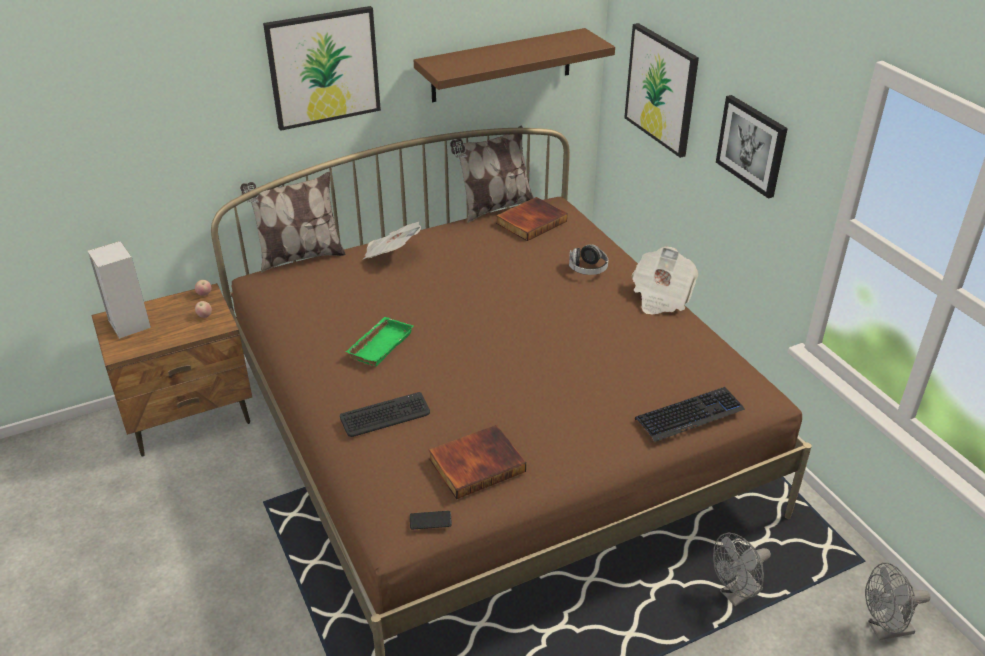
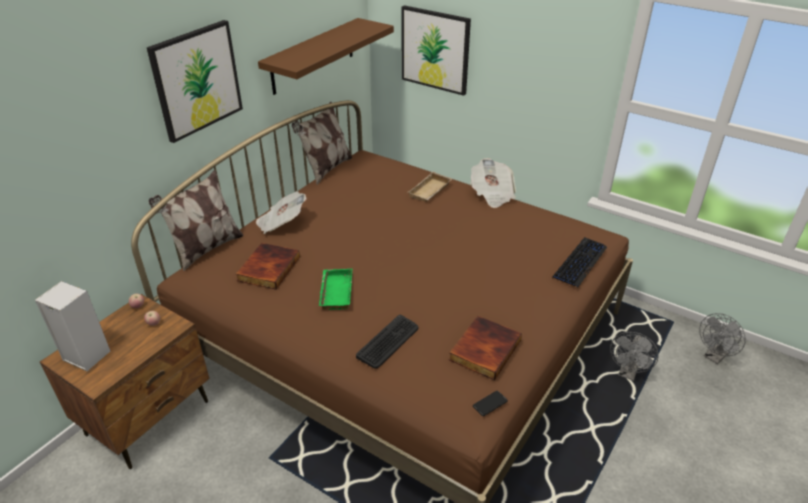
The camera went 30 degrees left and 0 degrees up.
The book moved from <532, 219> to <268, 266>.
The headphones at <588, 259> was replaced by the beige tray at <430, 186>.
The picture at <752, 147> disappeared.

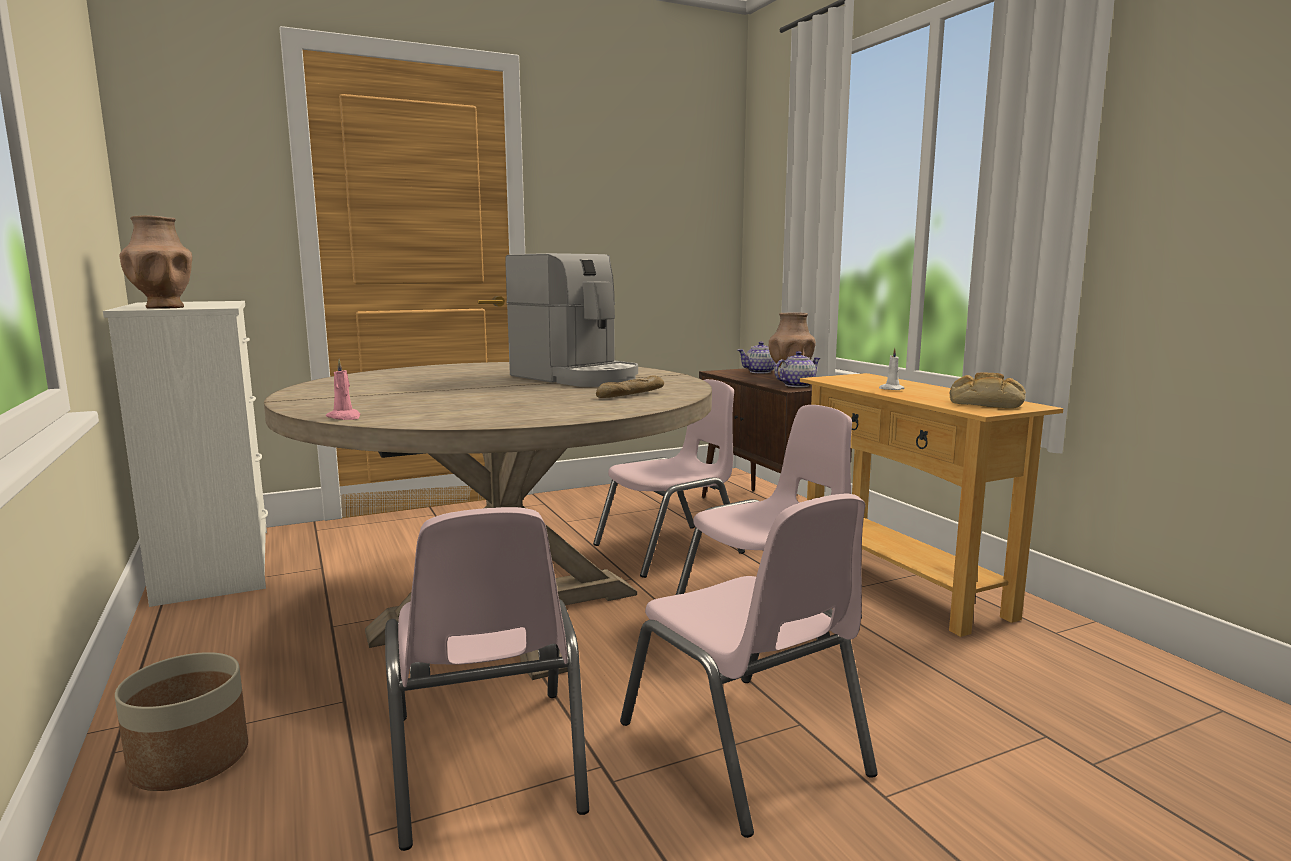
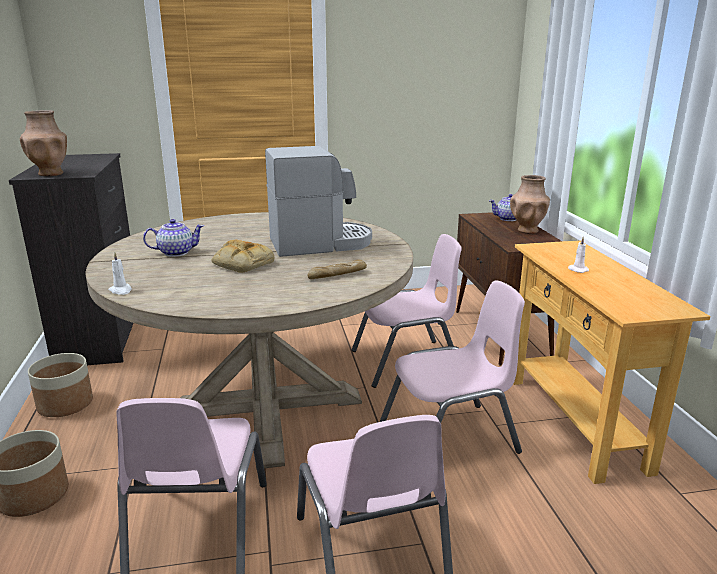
The camera went 15 degrees right and 10 degrees up.
The white dresser at <185, 454> became the black dresser at <71, 259>.
The pink candle at <343, 389> became the white candle at <120, 274>.
The coffee machine at <571, 320> turned 75 degrees counterclockwise.
The teapot moved from <798, 369> to <173, 238>.
The bread moved from <988, 390> to <243, 256>.
The planter at <60, 385> appeared.

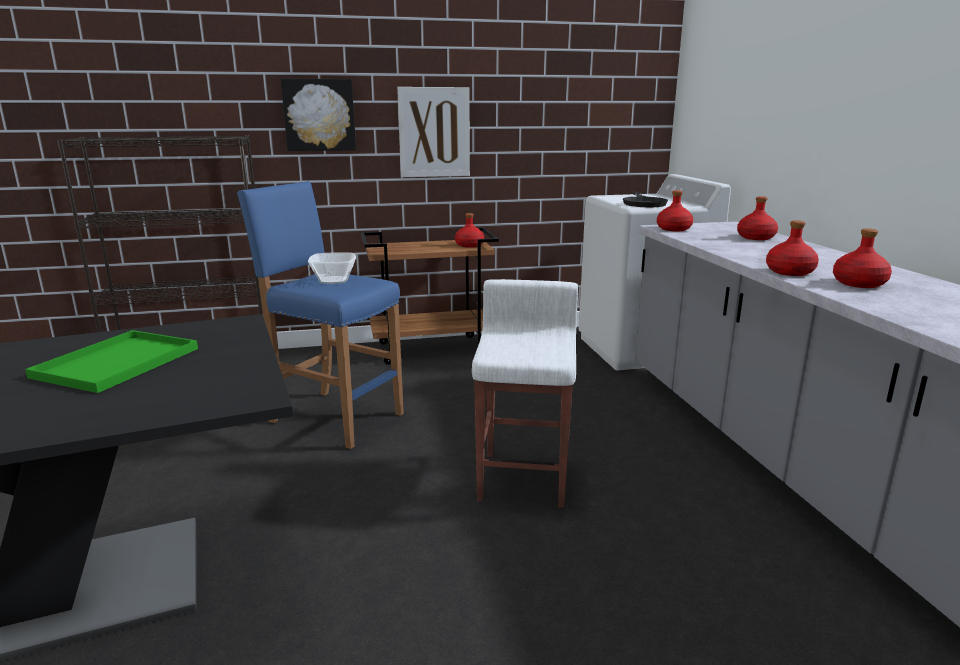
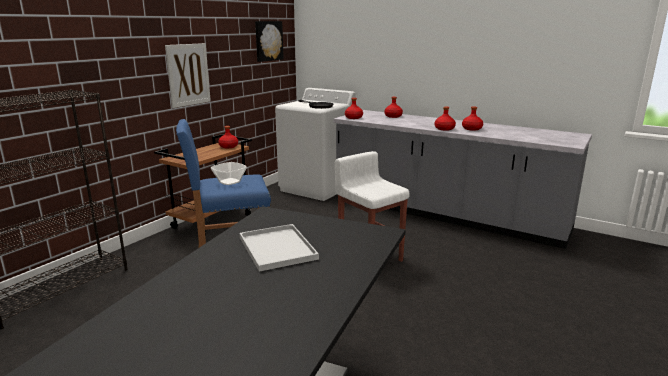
The camera went 45 degrees left and 0 degrees up.
The green tray at <111, 361> became the white tray at <279, 248>.
The picture moved from <318, 114> to <269, 41>.

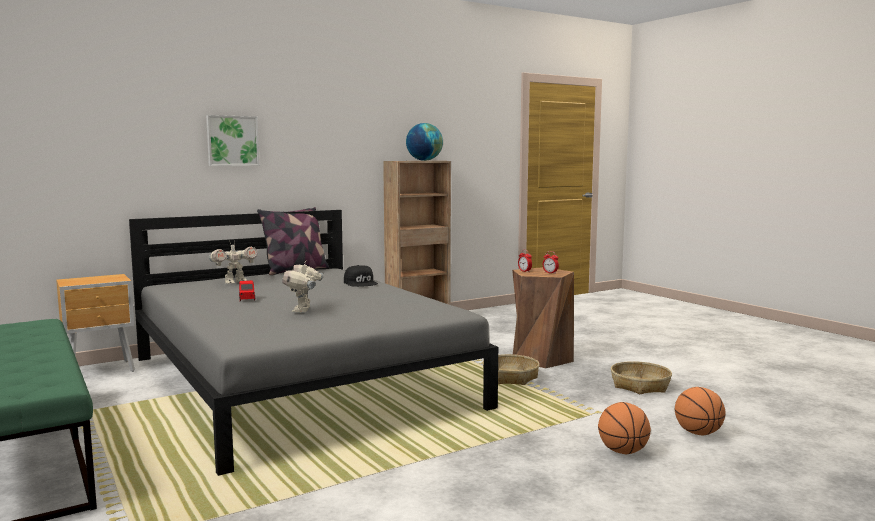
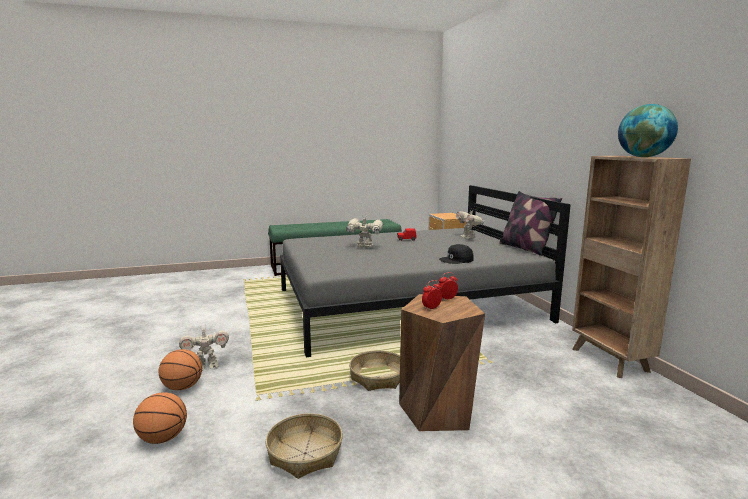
The camera went 105 degrees right and 5 degrees up.
The picture at <232, 140> disappeared.
The toy robot at <204, 348> appeared.

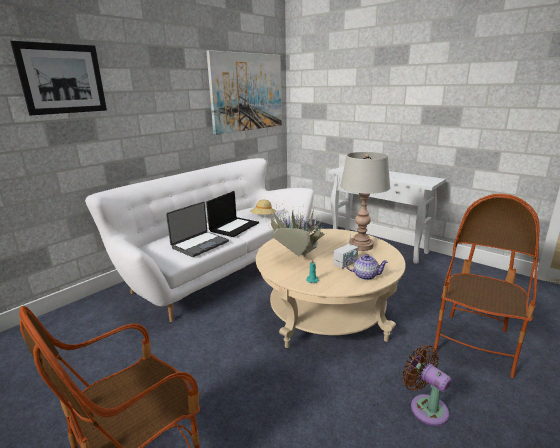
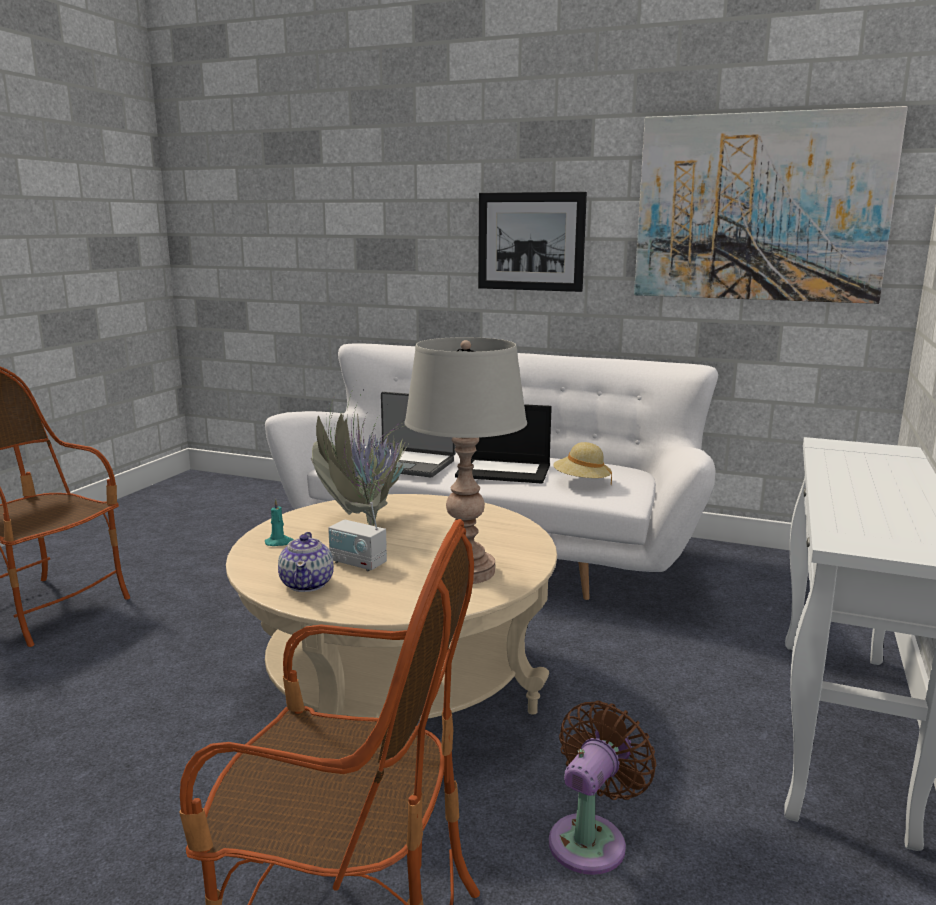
The camera went 70 degrees right and 5 degrees down.
The picture moved from <58, 78> to <532, 242>.
The brown fan moved from <427, 385> to <602, 788>.

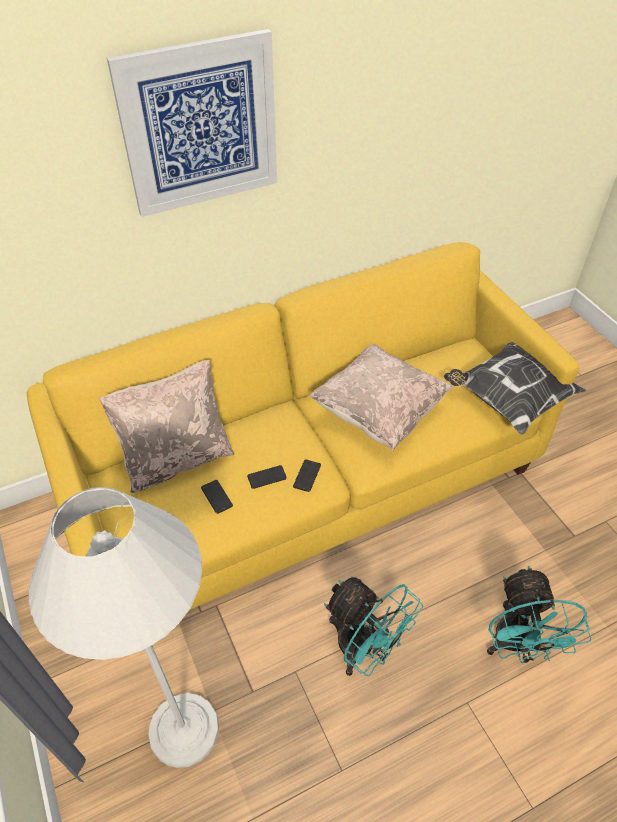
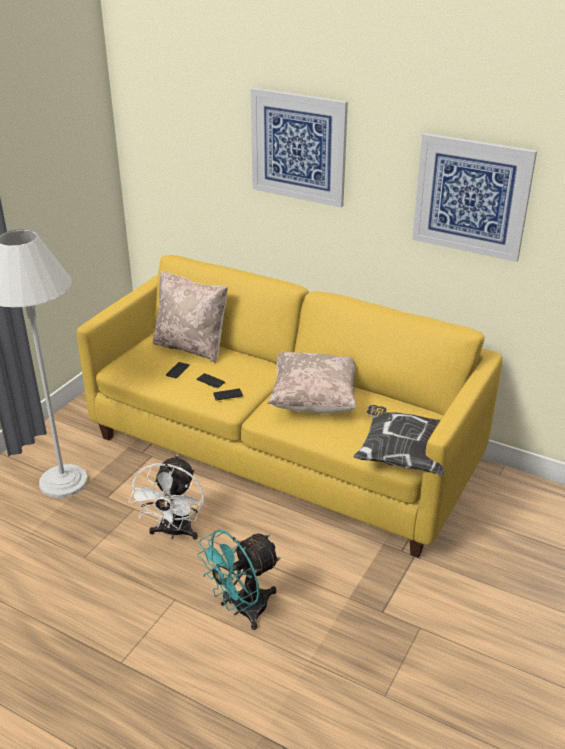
The camera went 55 degrees right and 15 degrees down.
The turquoise fan at <373, 626> became the white fan at <166, 497>.
The picture at <474, 197> appeared.

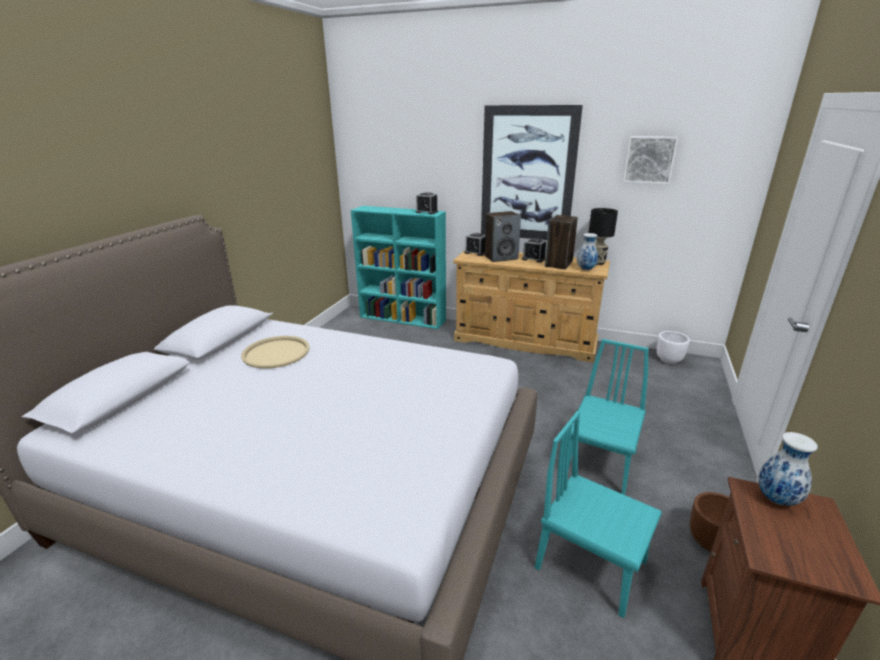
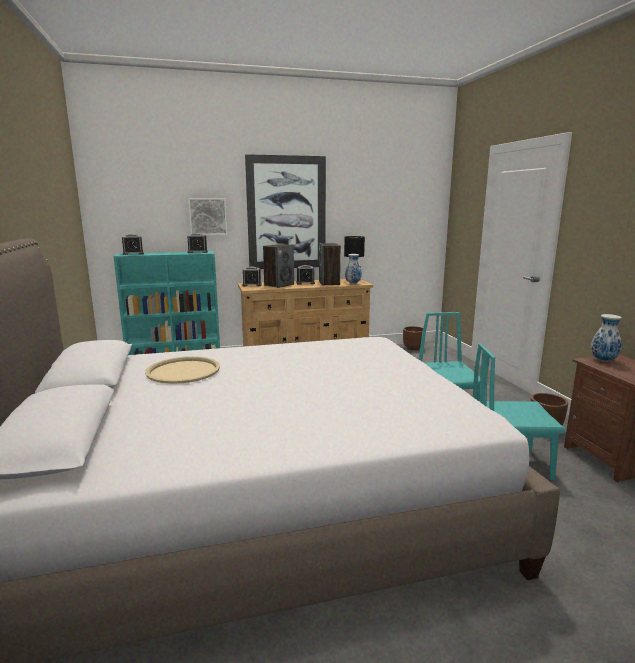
The camera went 35 degrees left and 10 degrees down.
The picture moved from <650, 160> to <207, 216>.
The white planter at <673, 347> became the brown planter at <413, 338>.
The alarm clock at <133, 244> appeared.

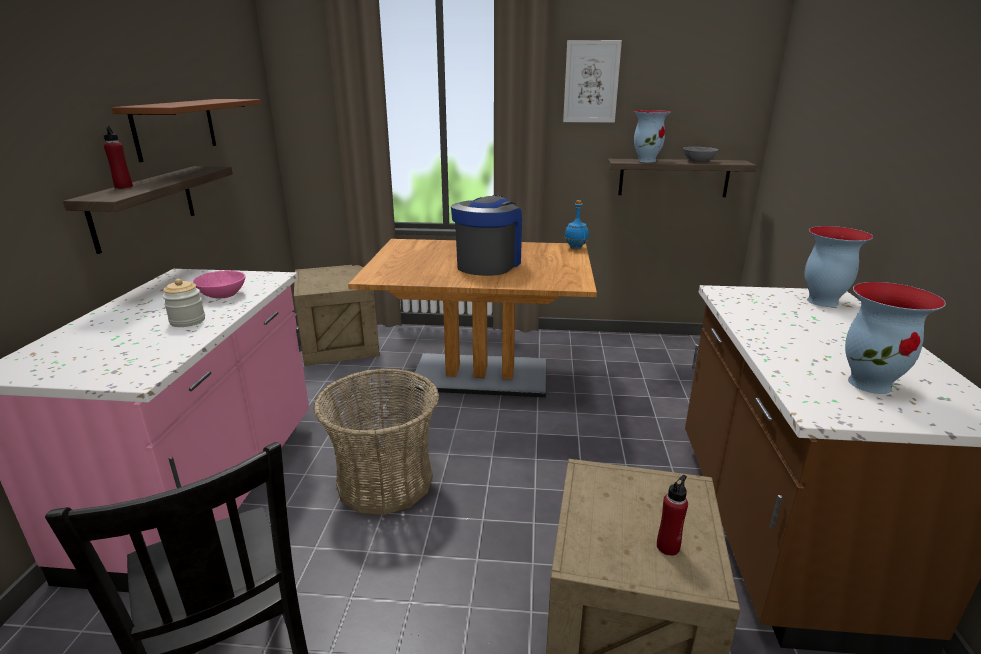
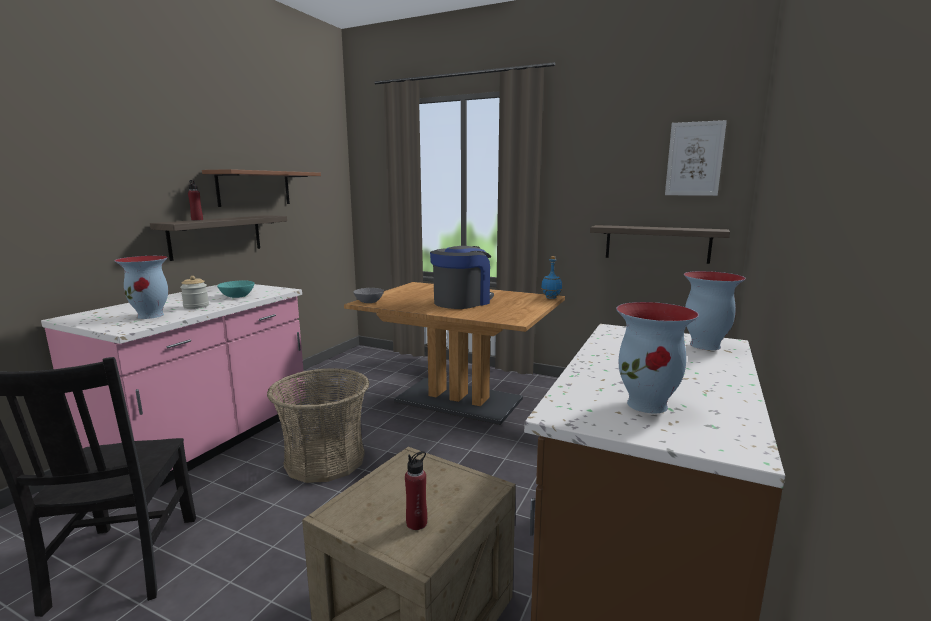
The camera went 20 degrees right and 10 degrees down.
The pink bowl at <219, 284> became the turquoise bowl at <236, 289>.
The crate at <337, 315> disappeared.
The picture moved from <592, 81> to <696, 158>.
The vase moved from <652, 136> to <141, 287>.
The grey bowl moved from <700, 154> to <368, 295>.

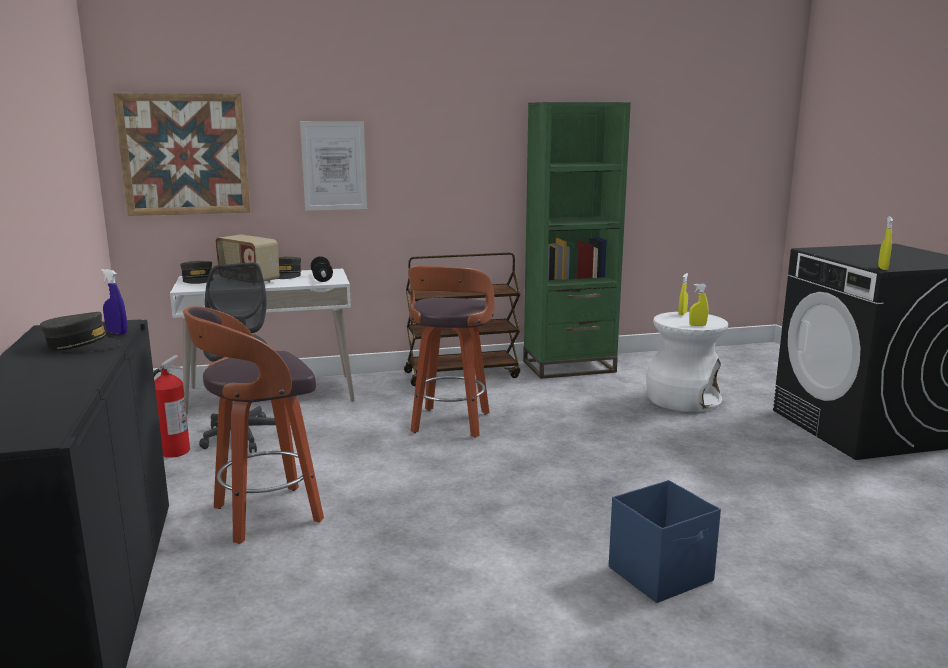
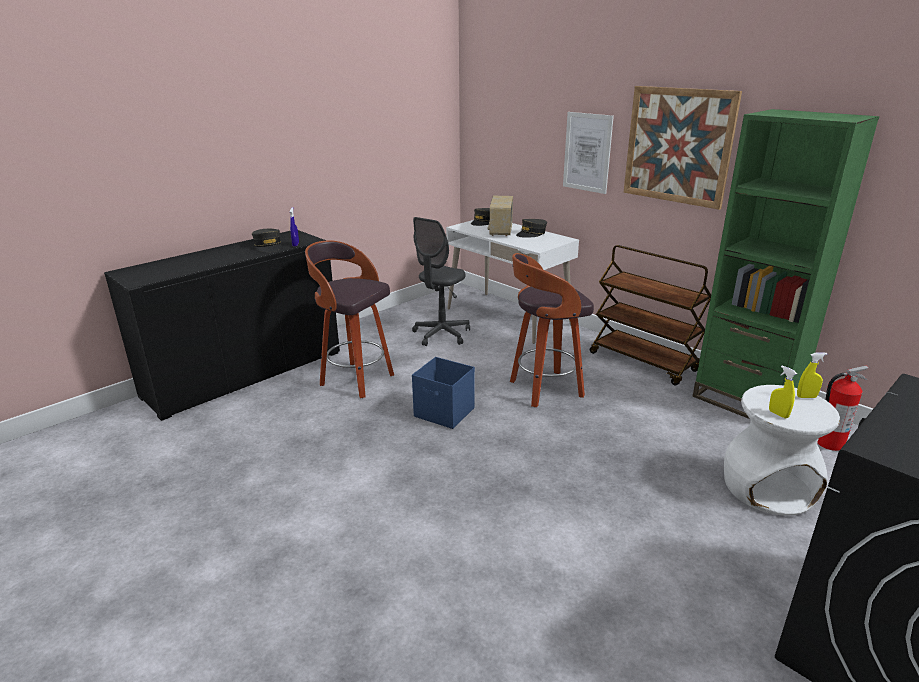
The camera went 60 degrees right and 10 degrees up.
The picture moved from <182, 154> to <682, 148>.
The fire extinguisher moved from <171, 406> to <843, 408>.
The dumbbell at <321, 269> disappeared.
The blue storage box moved from <665, 541> to <443, 393>.
The yellow spray bottle at <885, 243> disappeared.

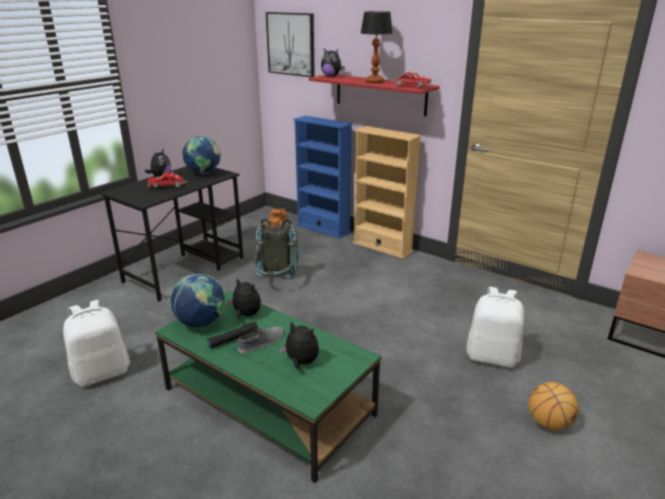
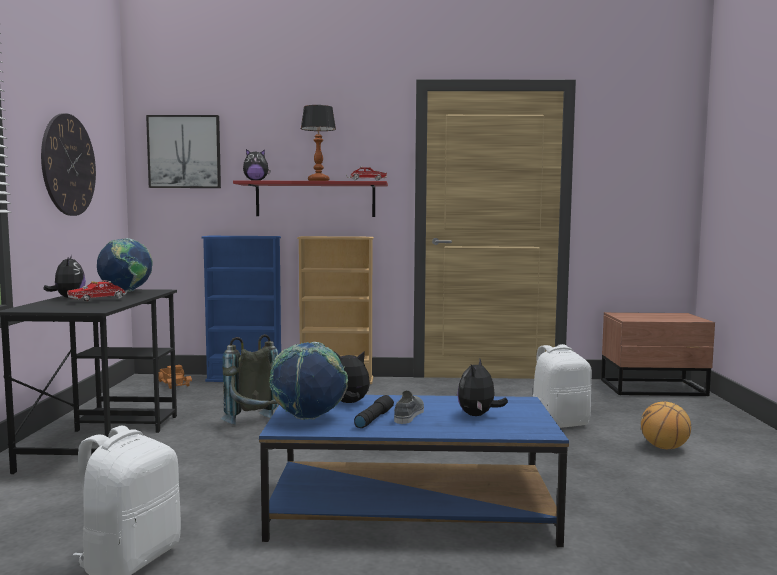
The camera went 35 degrees left and 20 degrees down.
The green coffee table at <268, 386> became the blue coffee table at <414, 471>.
The plush toy at <299, 345> turned 60 degrees counterclockwise.
The wall clock at <68, 164> appeared.

